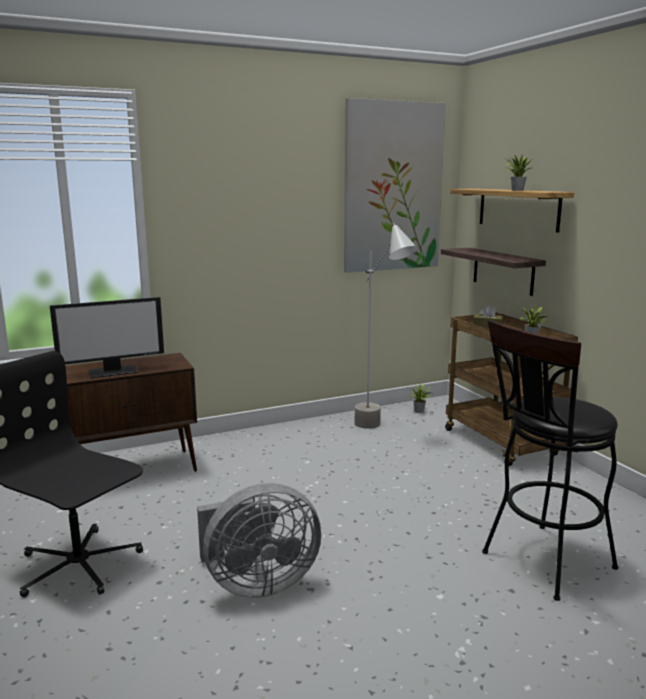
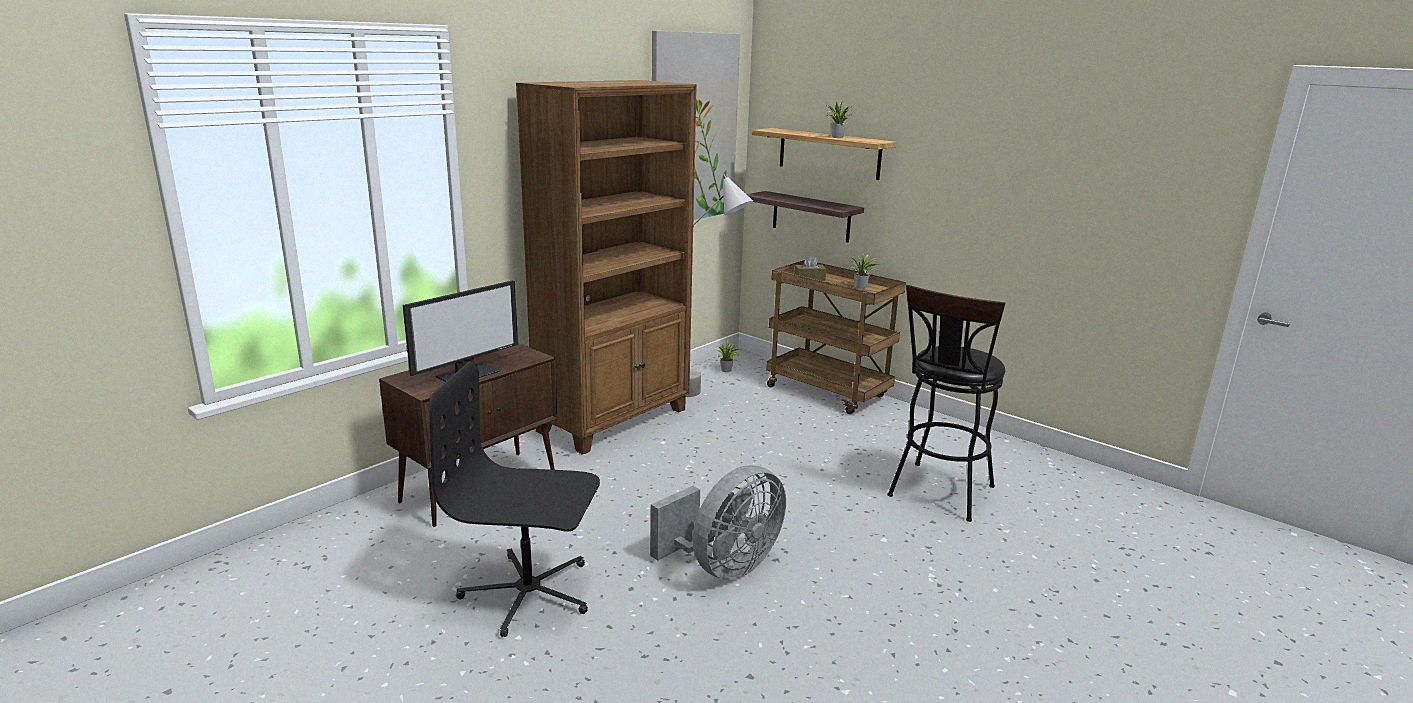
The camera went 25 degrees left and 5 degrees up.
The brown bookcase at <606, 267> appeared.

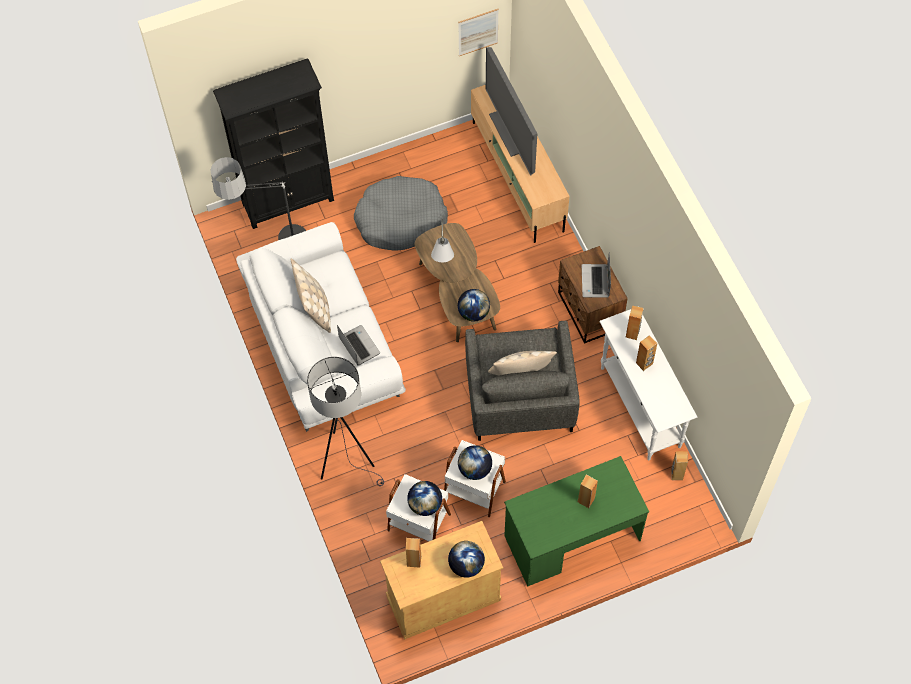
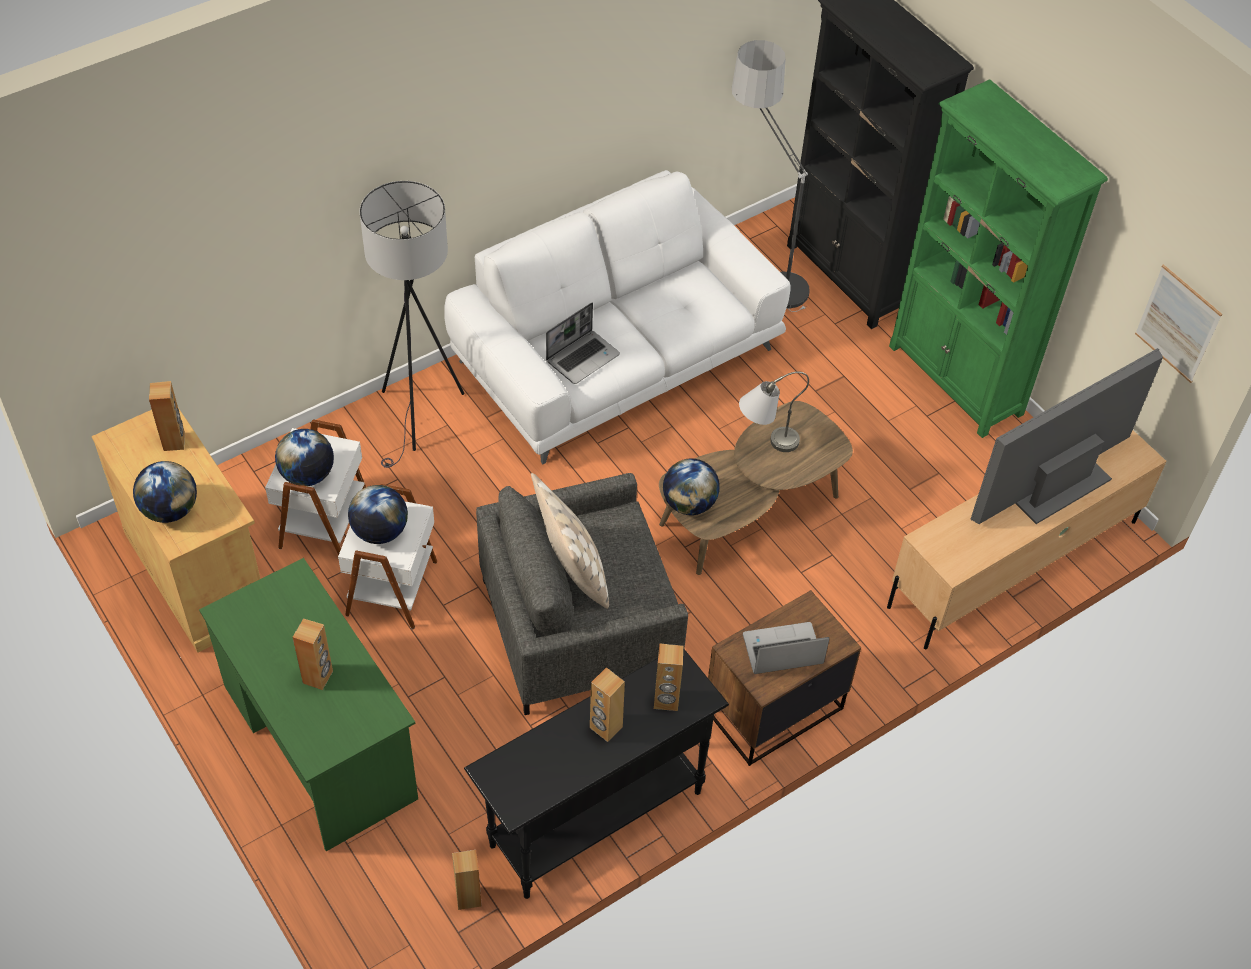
The camera went 75 degrees right and 10 degrees down.
The beige pillow at <310, 296> disappeared.
The grey dog bed at <401, 213> disappeared.
The white console table at <648, 384> became the black console table at <596, 773>.
The green bookcase at <998, 259> appeared.

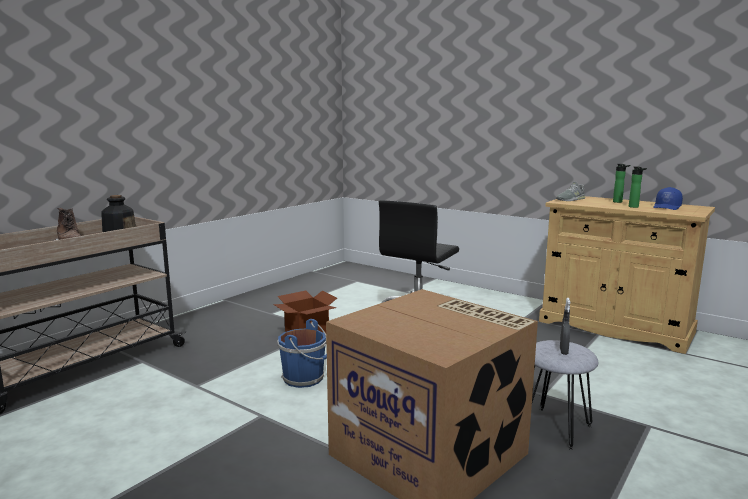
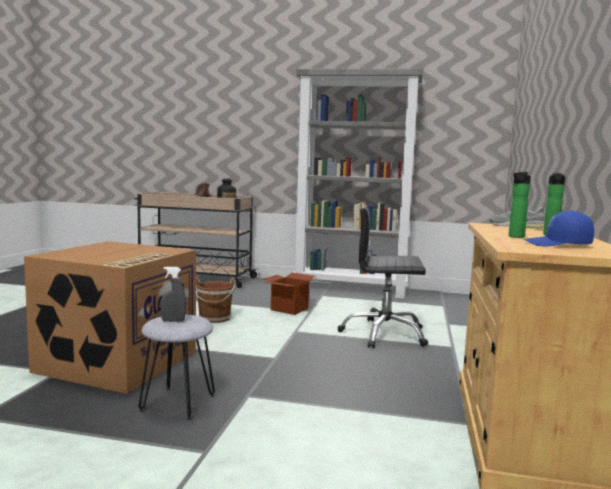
The camera went 65 degrees right and 5 degrees down.
The blue bucket at <302, 353> became the brown bucket at <216, 299>.
The grey bookcase at <358, 184> appeared.

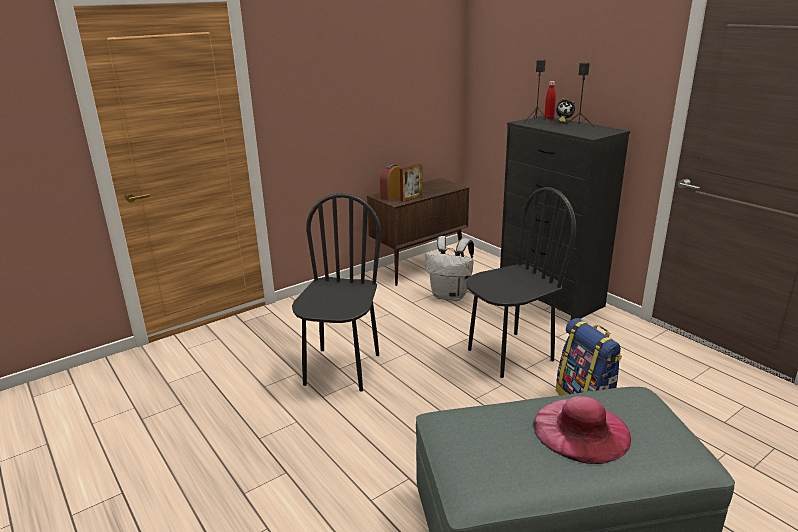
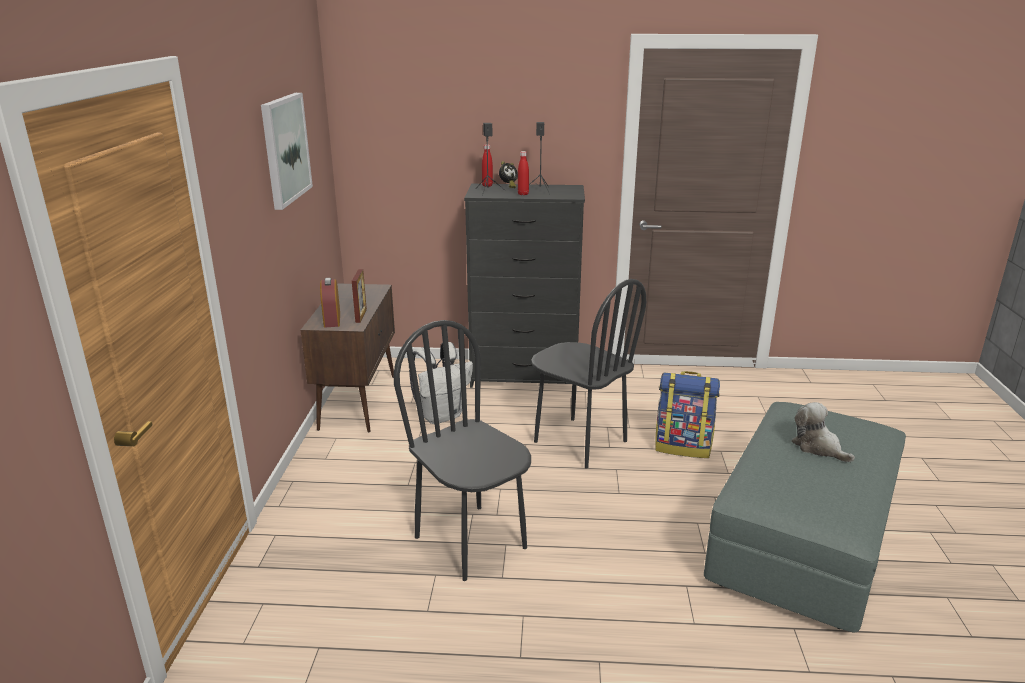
The camera went 50 degrees left and 0 degrees up.
The black chair at <521, 282> turned 120 degrees clockwise.
The pink hat at <582, 430> was replaced by the plush toy at <823, 432>.
The picture at <287, 151> appeared.
The red bottle at <523, 173> appeared.

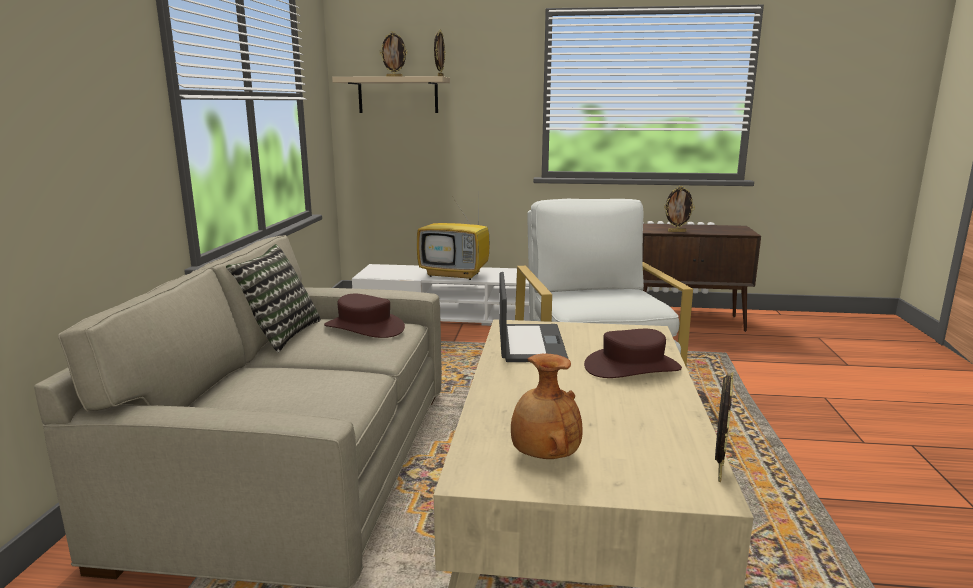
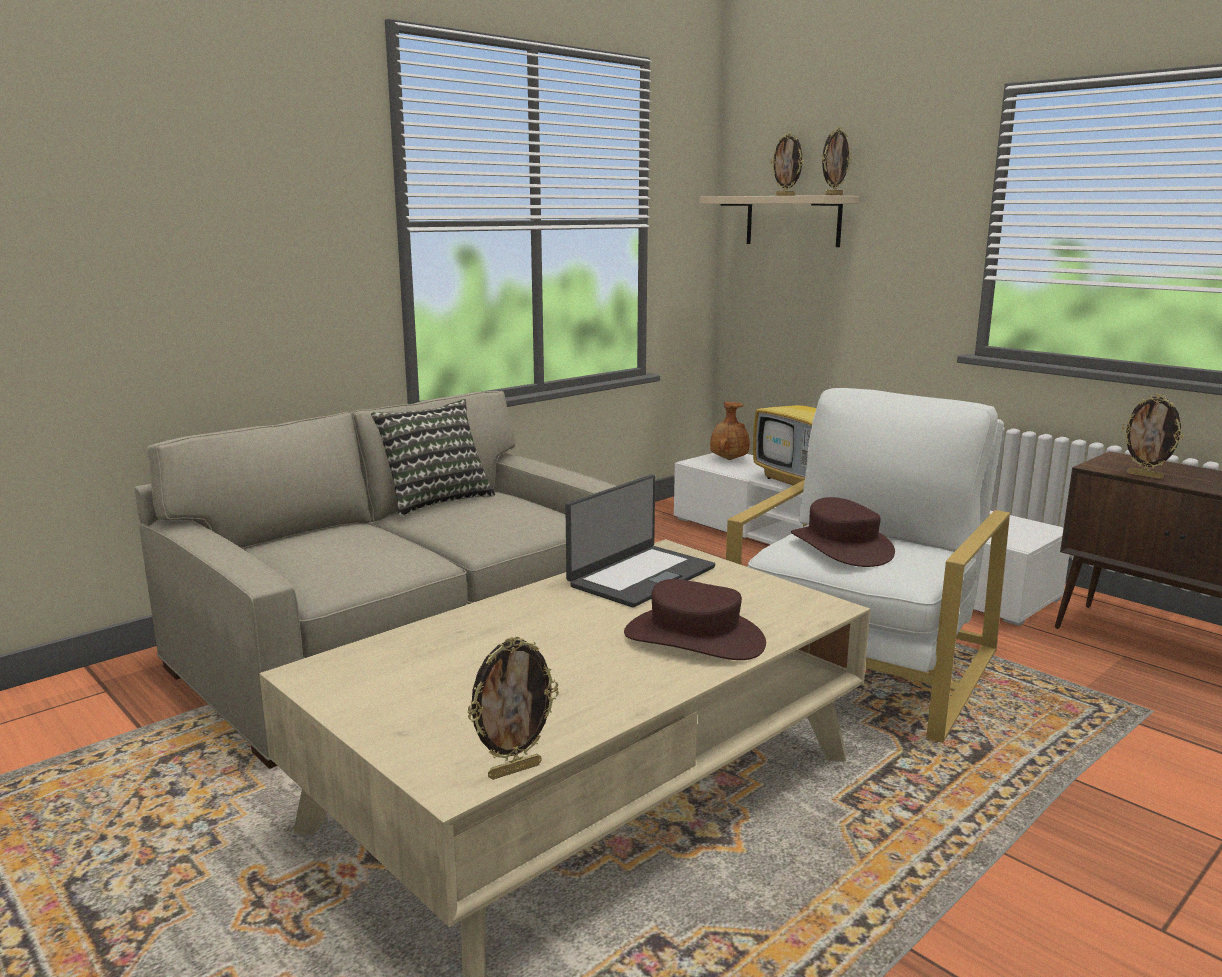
The camera went 40 degrees right and 0 degrees up.
The brown hat moved from <364, 316> to <843, 532>.
The brown vase moved from <547, 406> to <730, 431>.

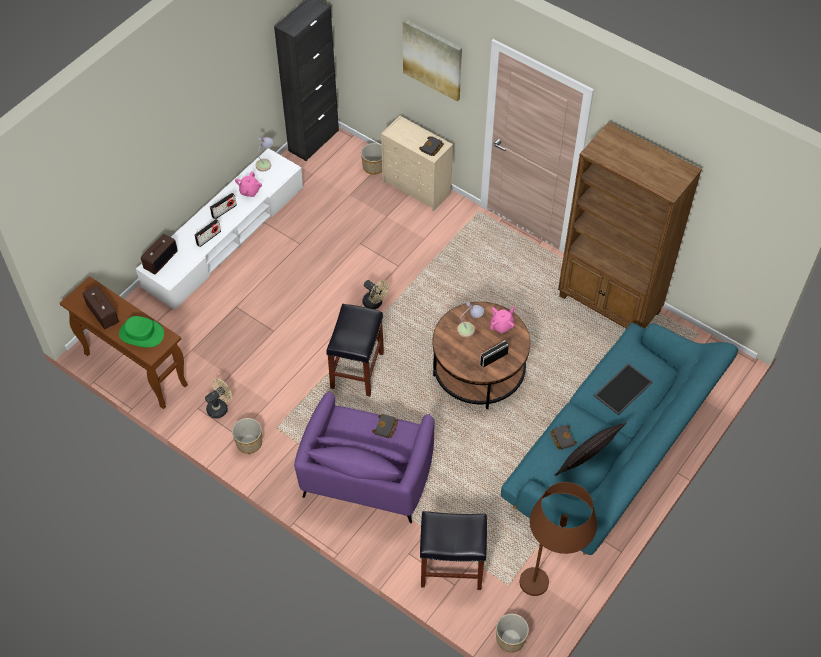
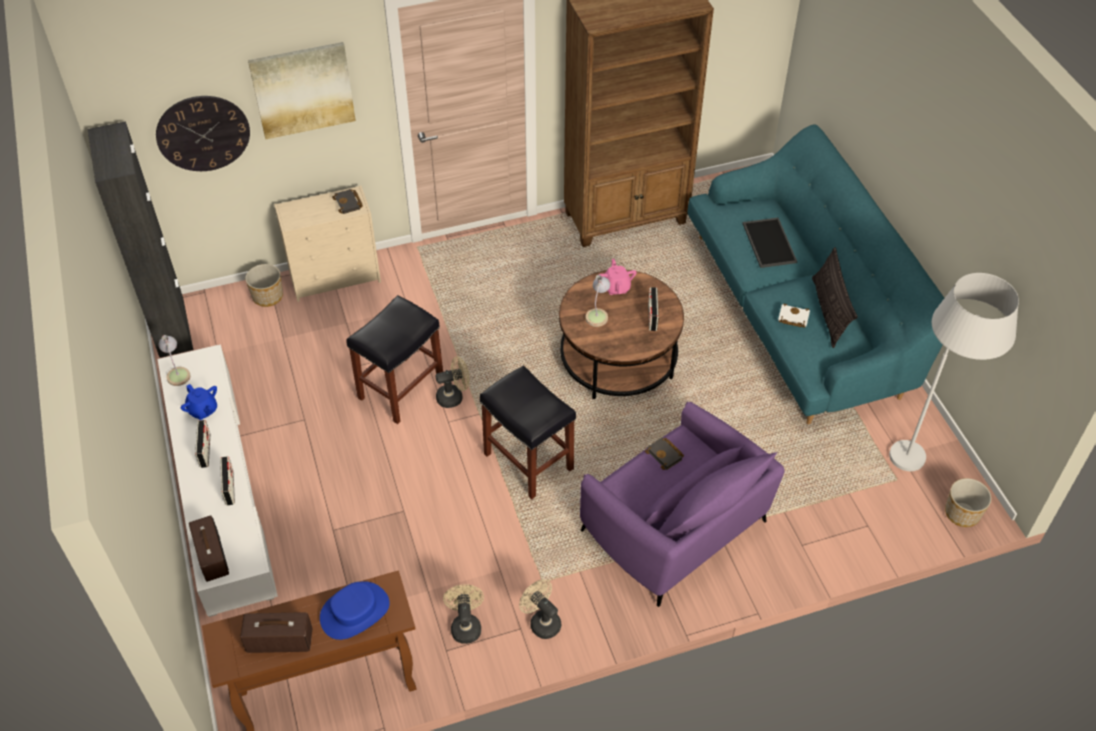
The camera went 55 degrees left and 5 degrees down.
The green hat at <141, 331> became the blue hat at <355, 610>.
The planter at <247, 436> was replaced by the beige fan at <540, 609>.
The pink teapot at <248, 184> became the blue teapot at <199, 402>.
The black stool moved from <453, 550> to <394, 359>.
The brown floor lamp at <558, 539> became the white floor lamp at <954, 372>.
The black book at <563, 437> became the white book at <794, 316>.
The wall clock at <203, 133> appeared.

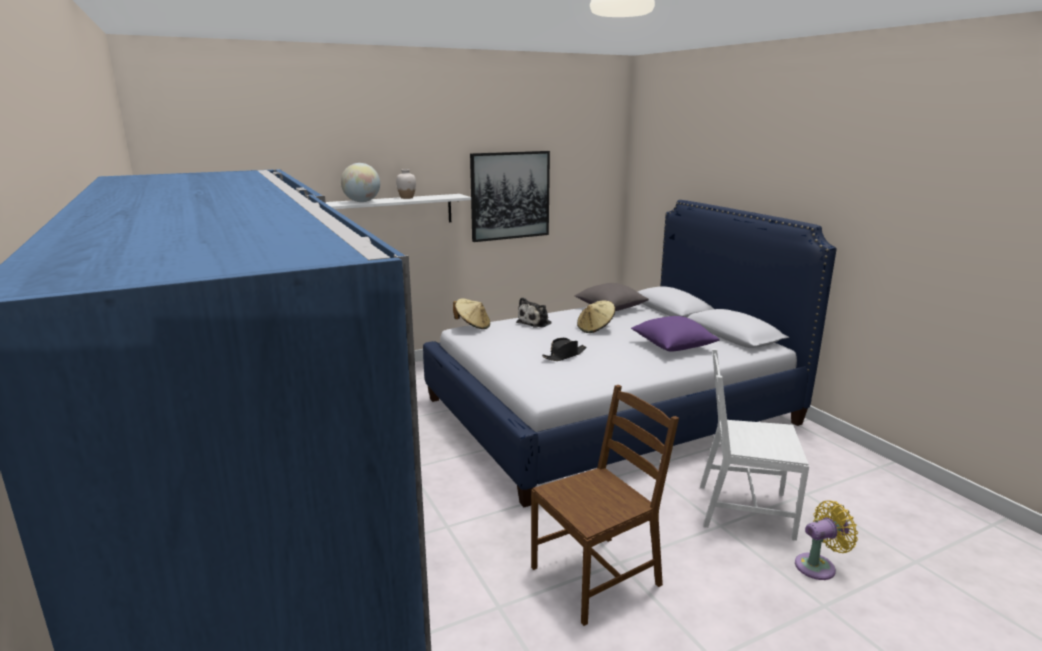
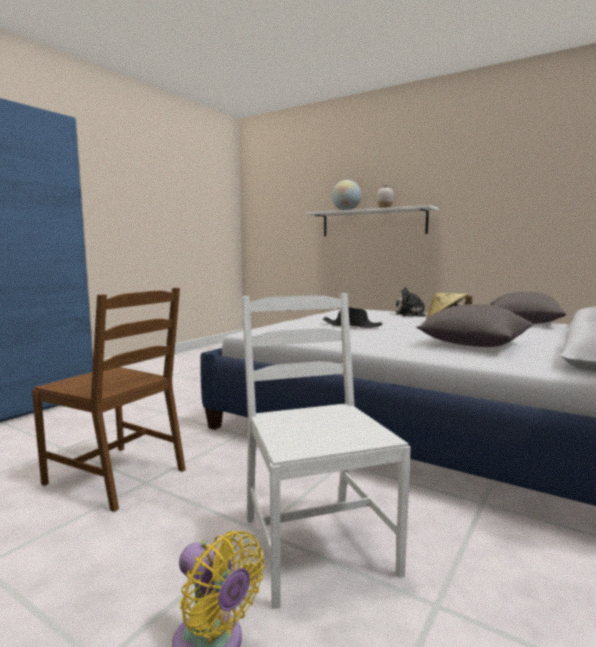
The camera went 60 degrees right and 10 degrees down.
The beige hat at <471, 313> disappeared.
The picture at <510, 196> disappeared.
The purple pillow at <675, 334> became the grey pillow at <474, 325>.

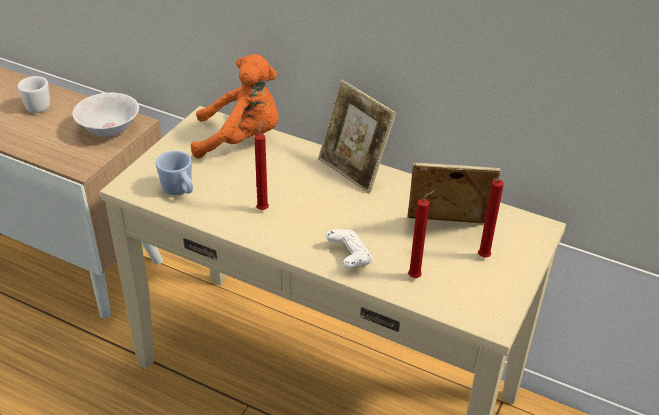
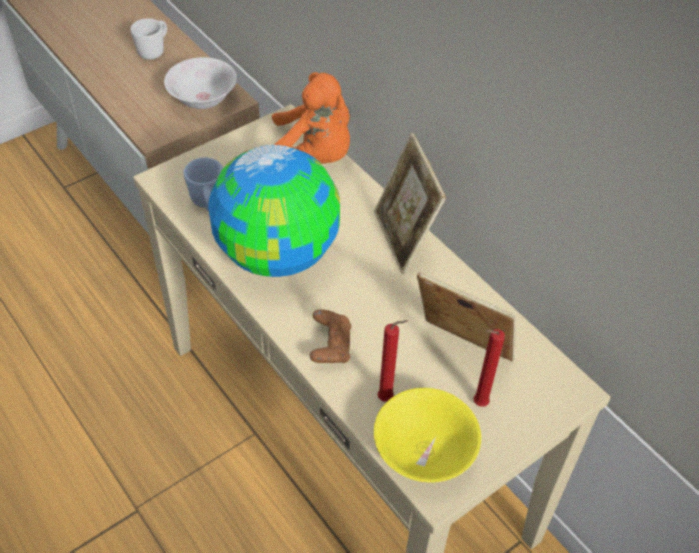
The camera went 25 degrees right and 10 degrees up.
The red candle at <261, 165> was replaced by the globe at <274, 211>.
The white game controller at <349, 248> became the brown game controller at <331, 336>.
The yellow bowl at <427, 435> appeared.

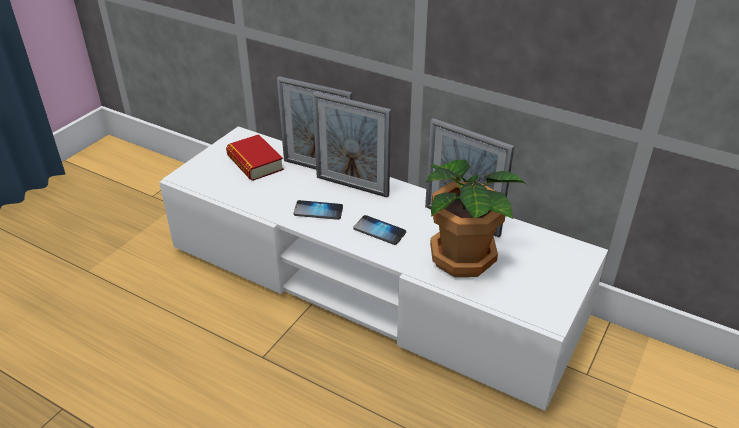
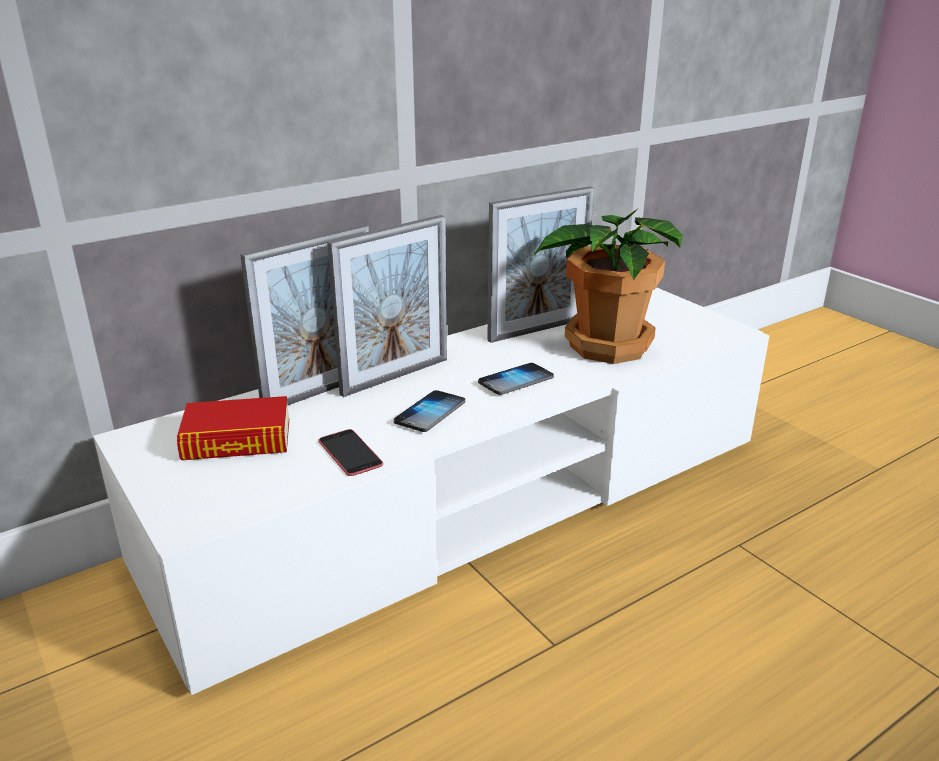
The camera went 65 degrees left and 10 degrees down.
The phone at <351, 452> appeared.

